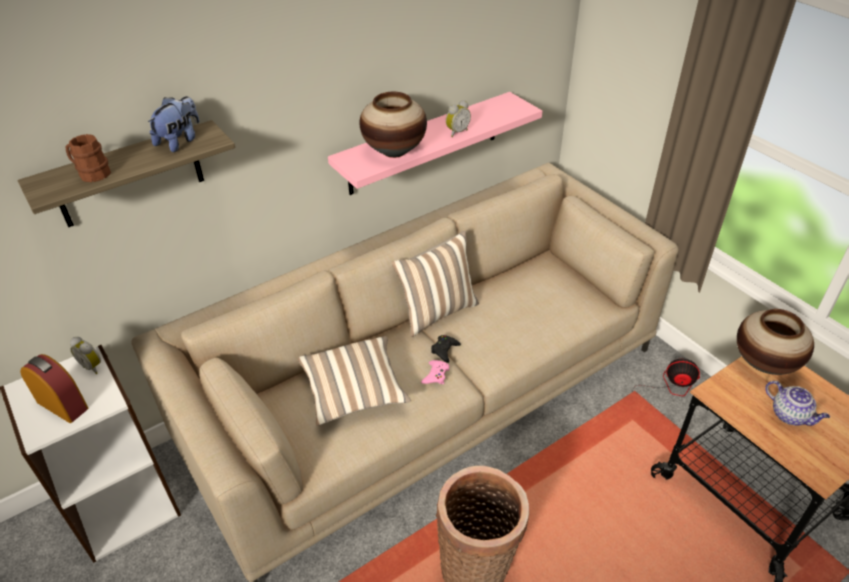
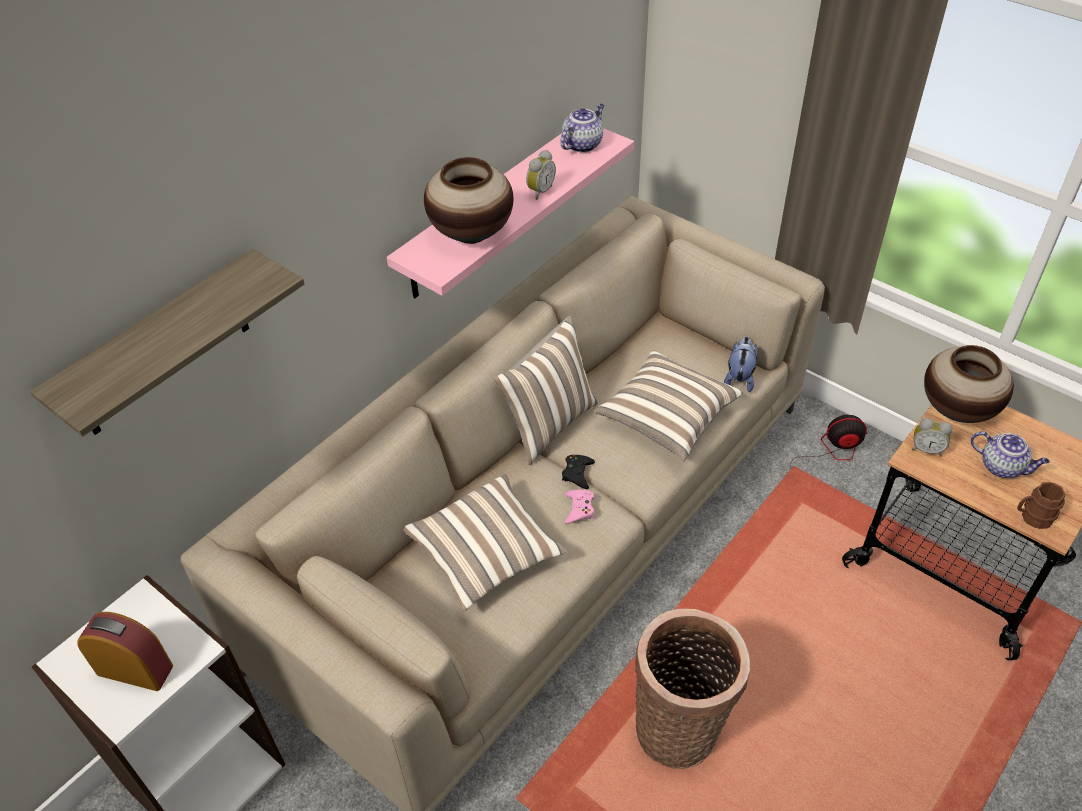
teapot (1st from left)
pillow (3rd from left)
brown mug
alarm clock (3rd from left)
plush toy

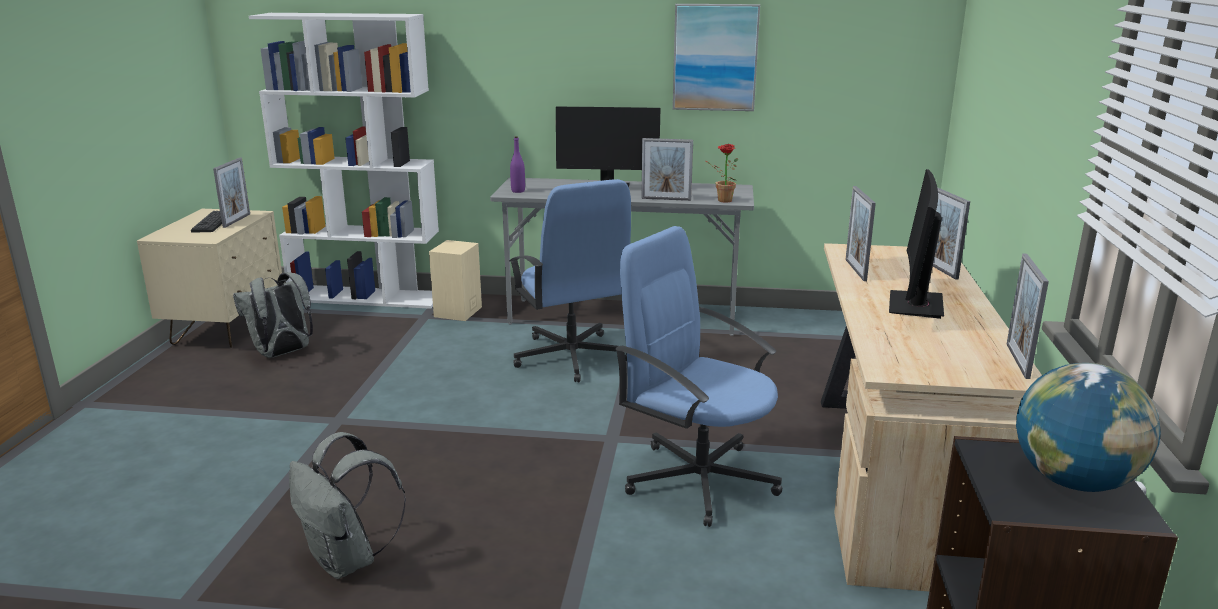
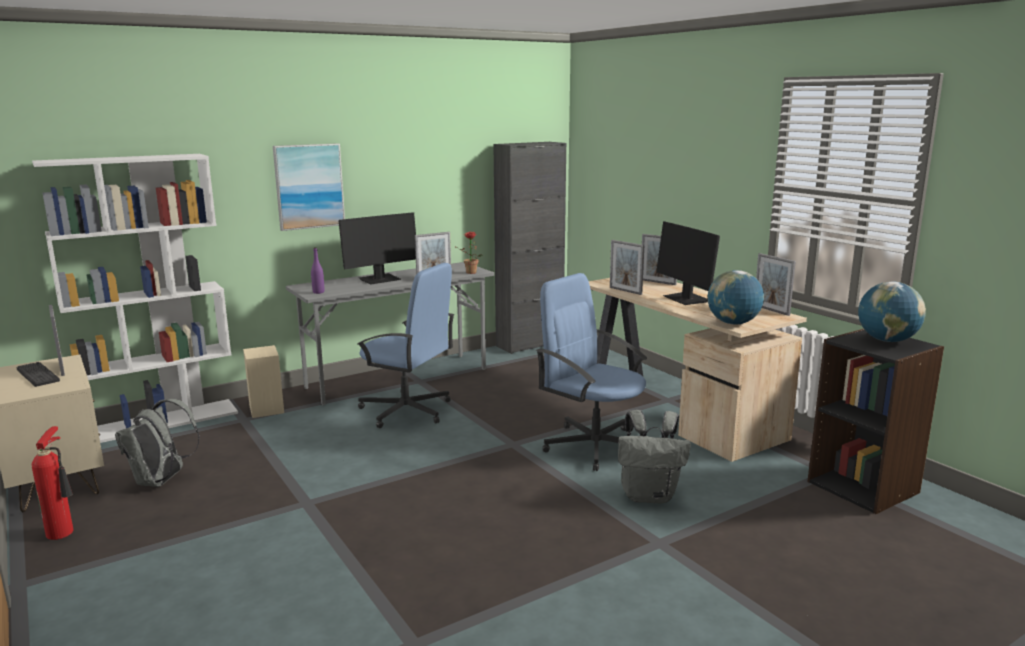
fire extinguisher
black cabinet
globe (1st from left)
grey backpack (2nd from left)
picture
blue office chair (2nd from left)

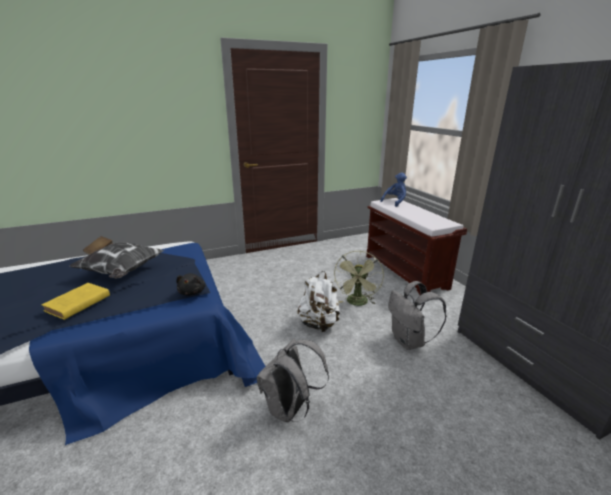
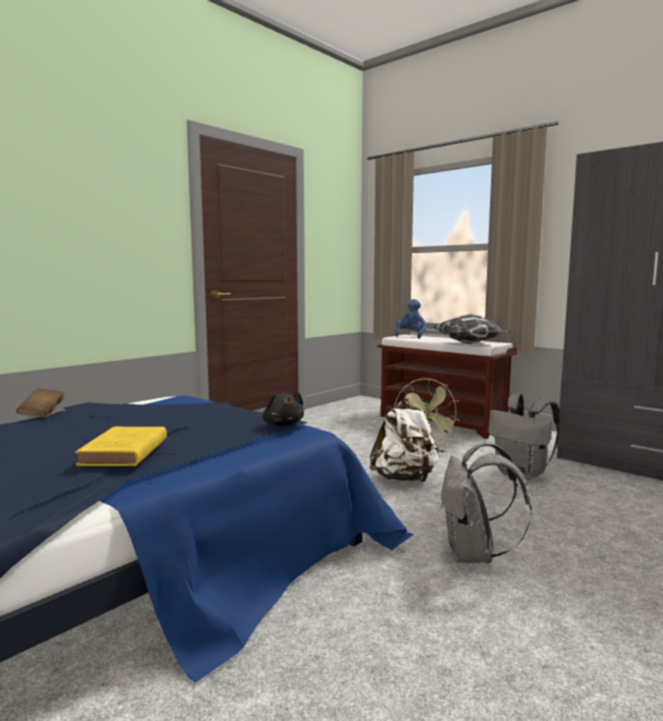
pillow

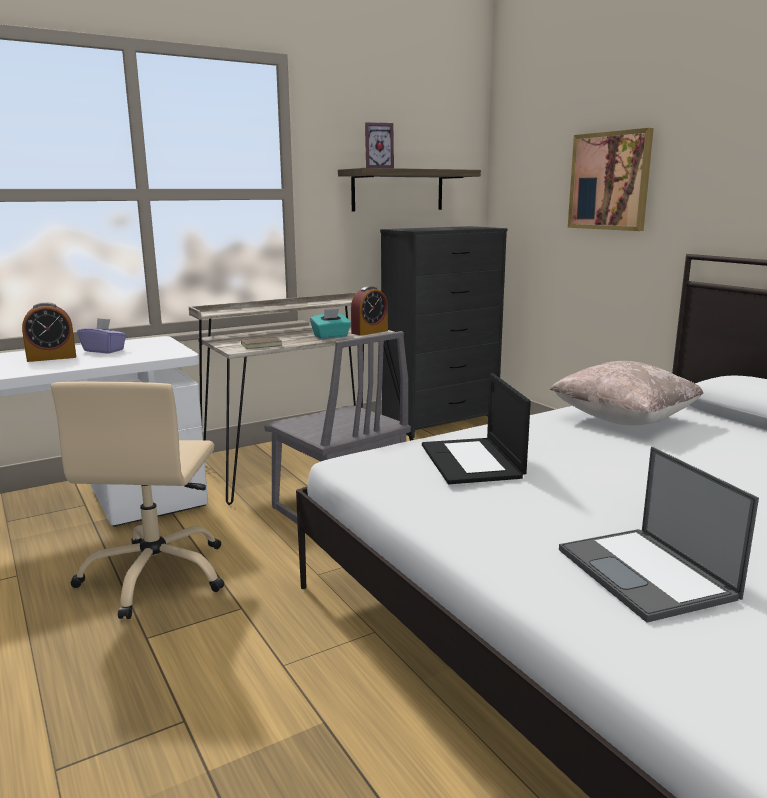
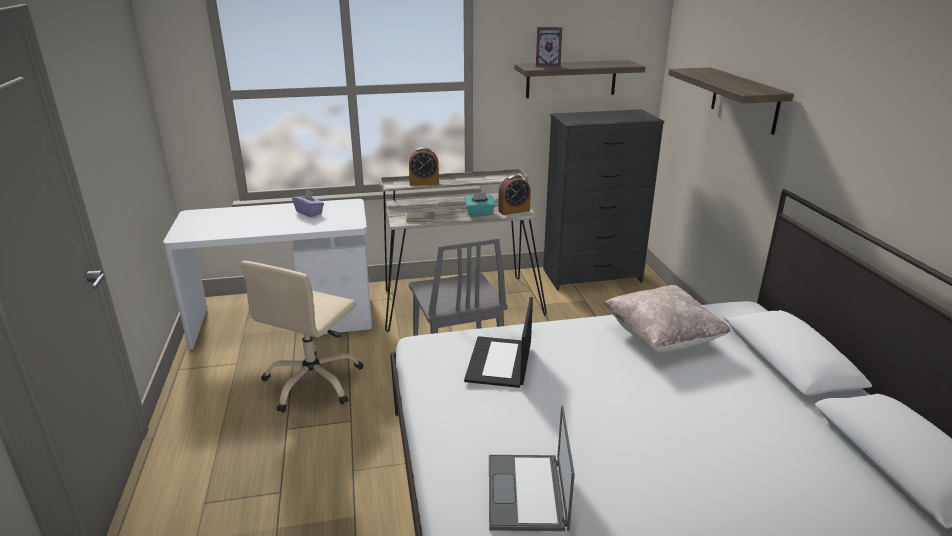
alarm clock (1st from left)
shelf (2nd from left)

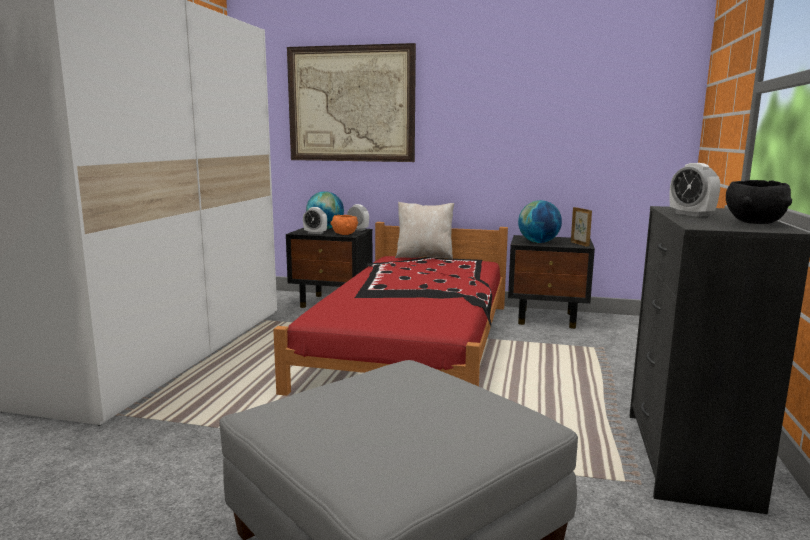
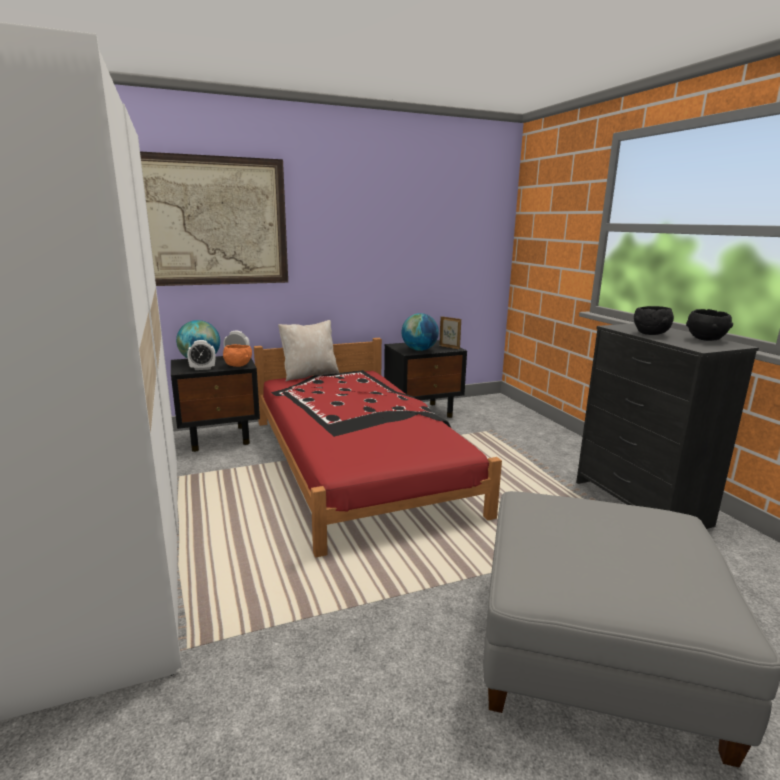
black bowl (1st from left)

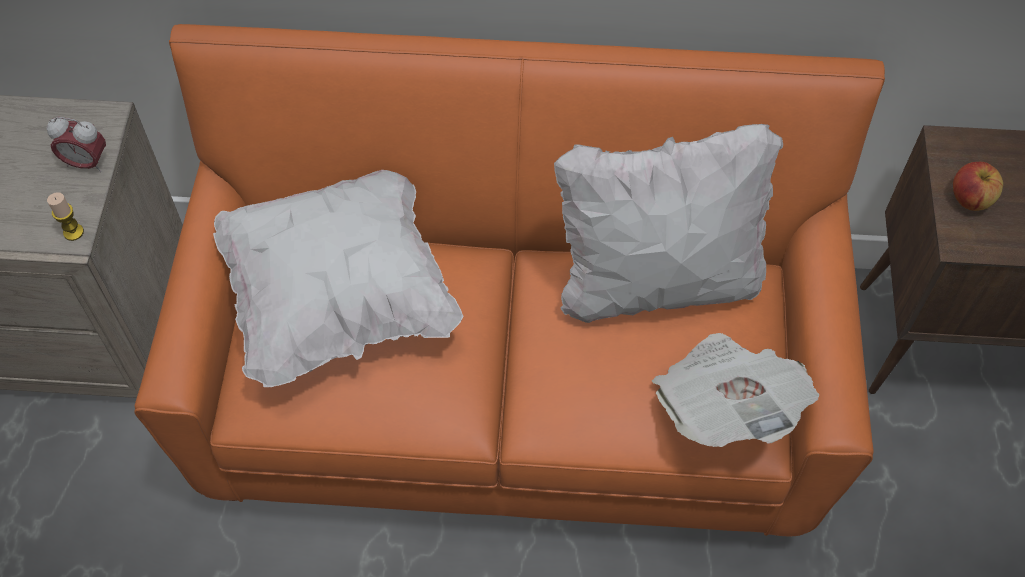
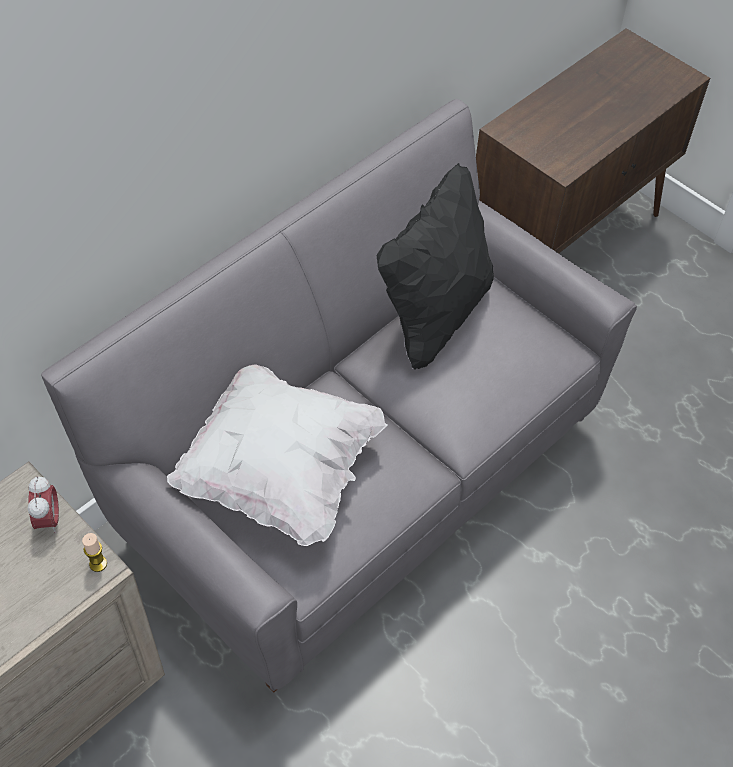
newspaper
apple
grey sofa
black pillow
alarm clock

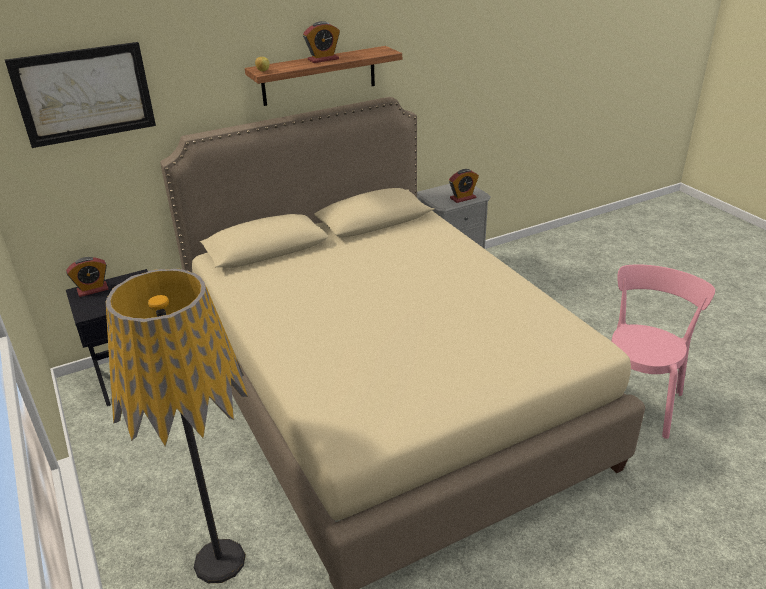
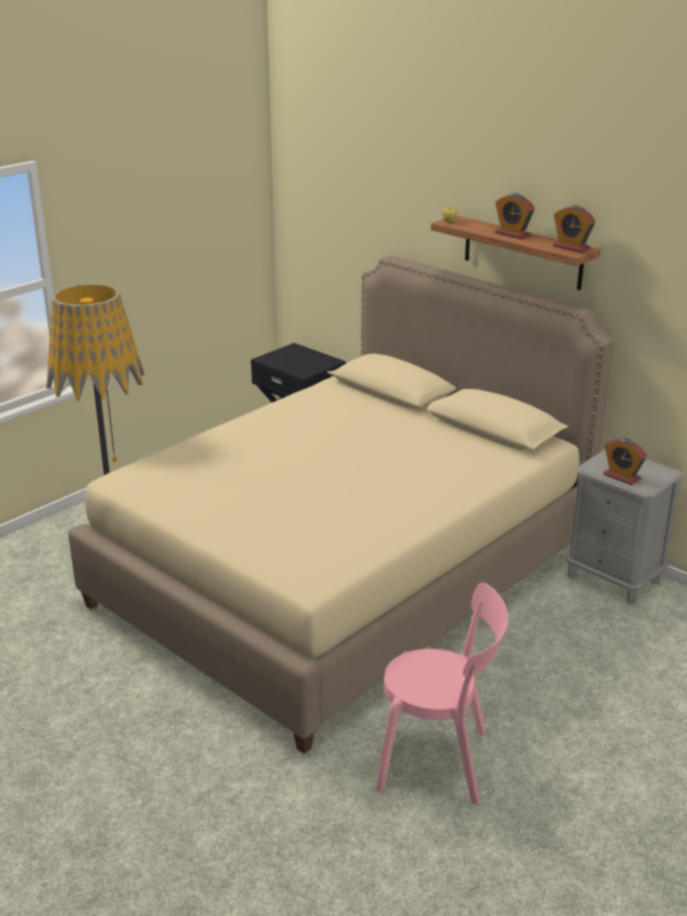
picture
alarm clock (2nd from left)

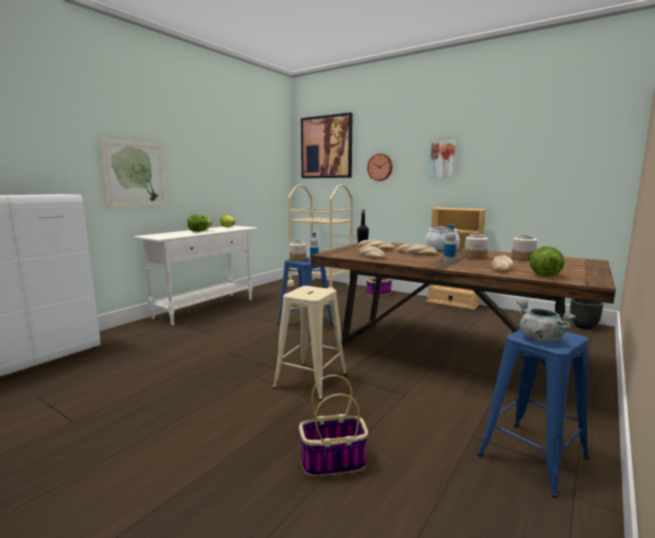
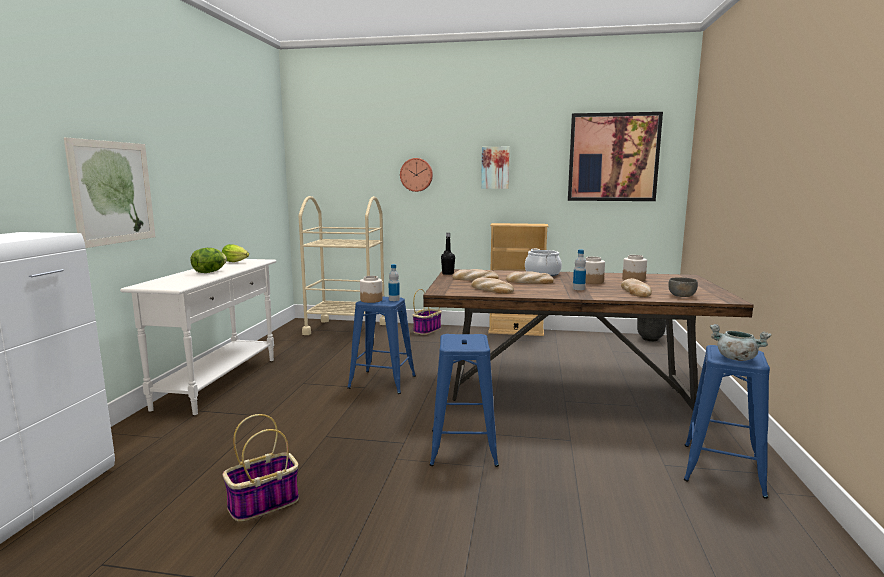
basket (1st from left)
picture (3rd from left)
grey bowl
blue stool (2nd from left)

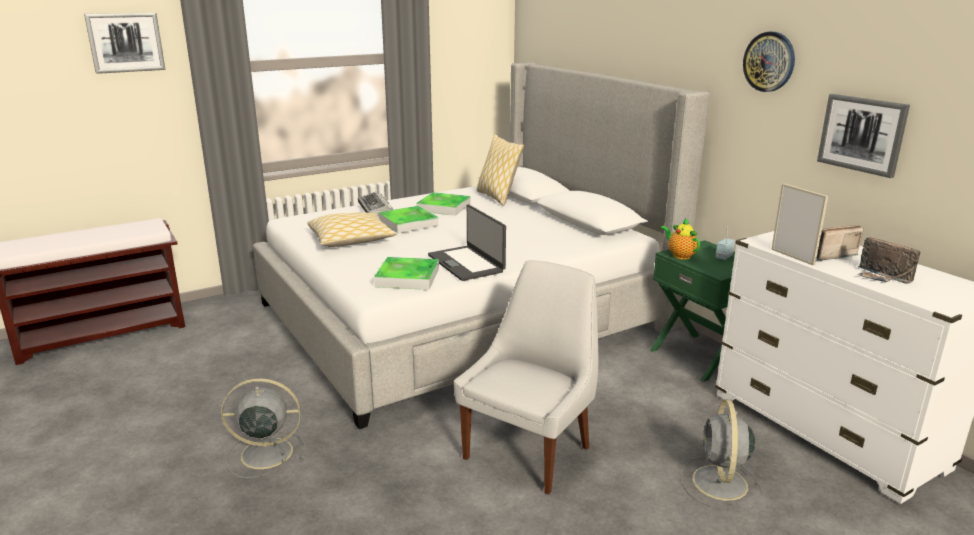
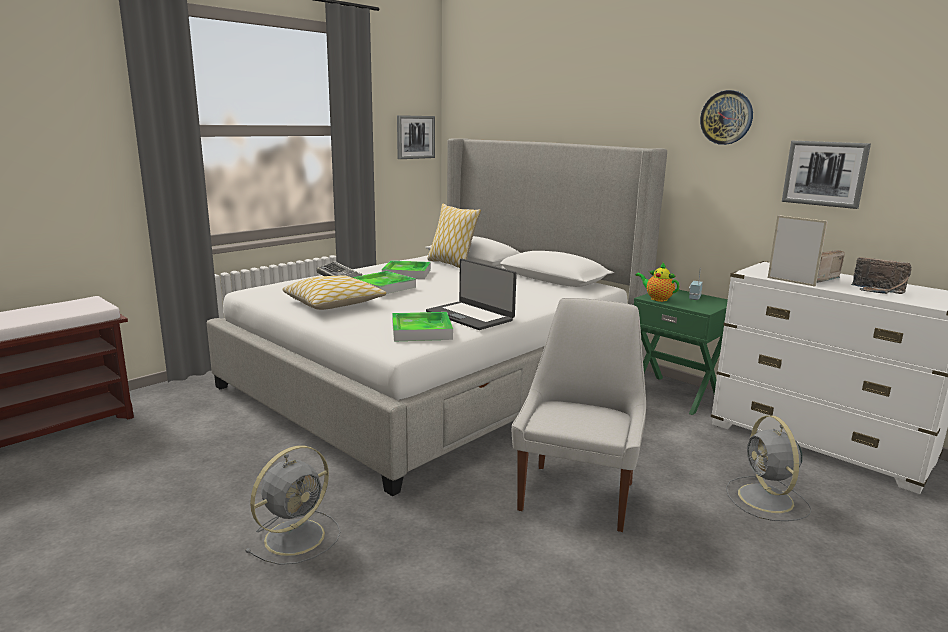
picture (1st from left)
grey fan (1st from left)

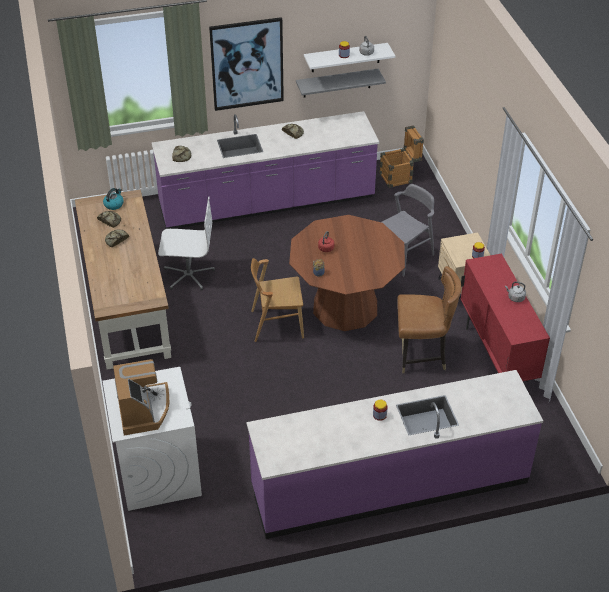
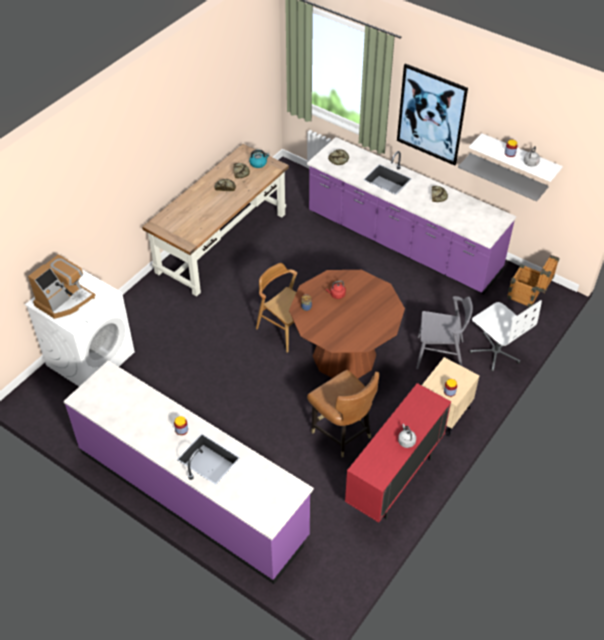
white office chair

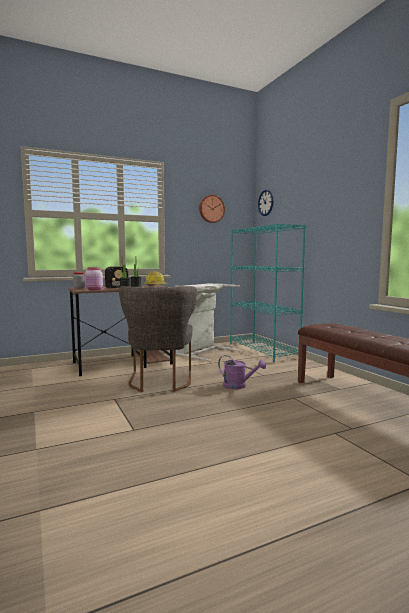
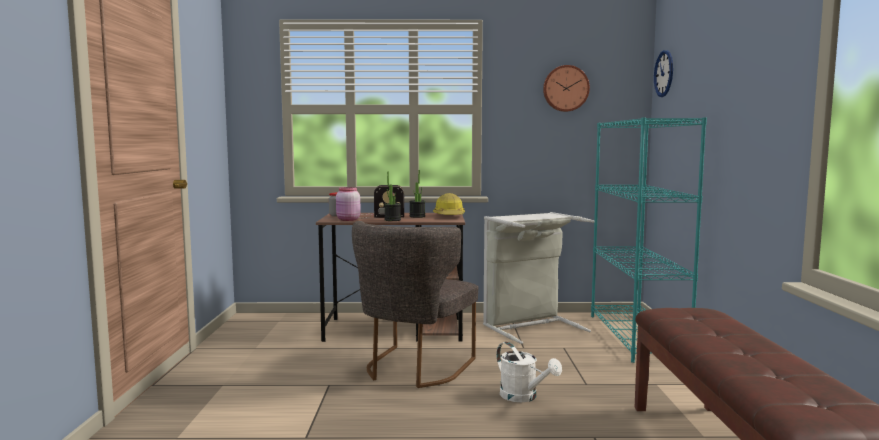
white watering can

